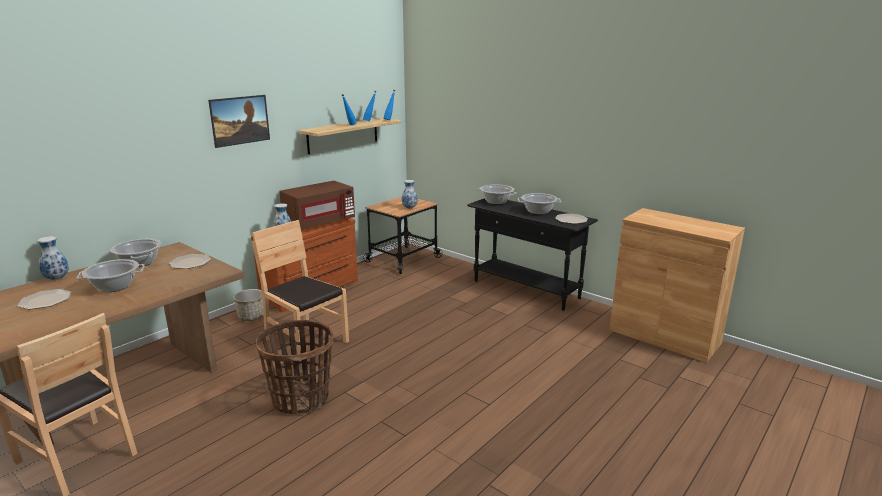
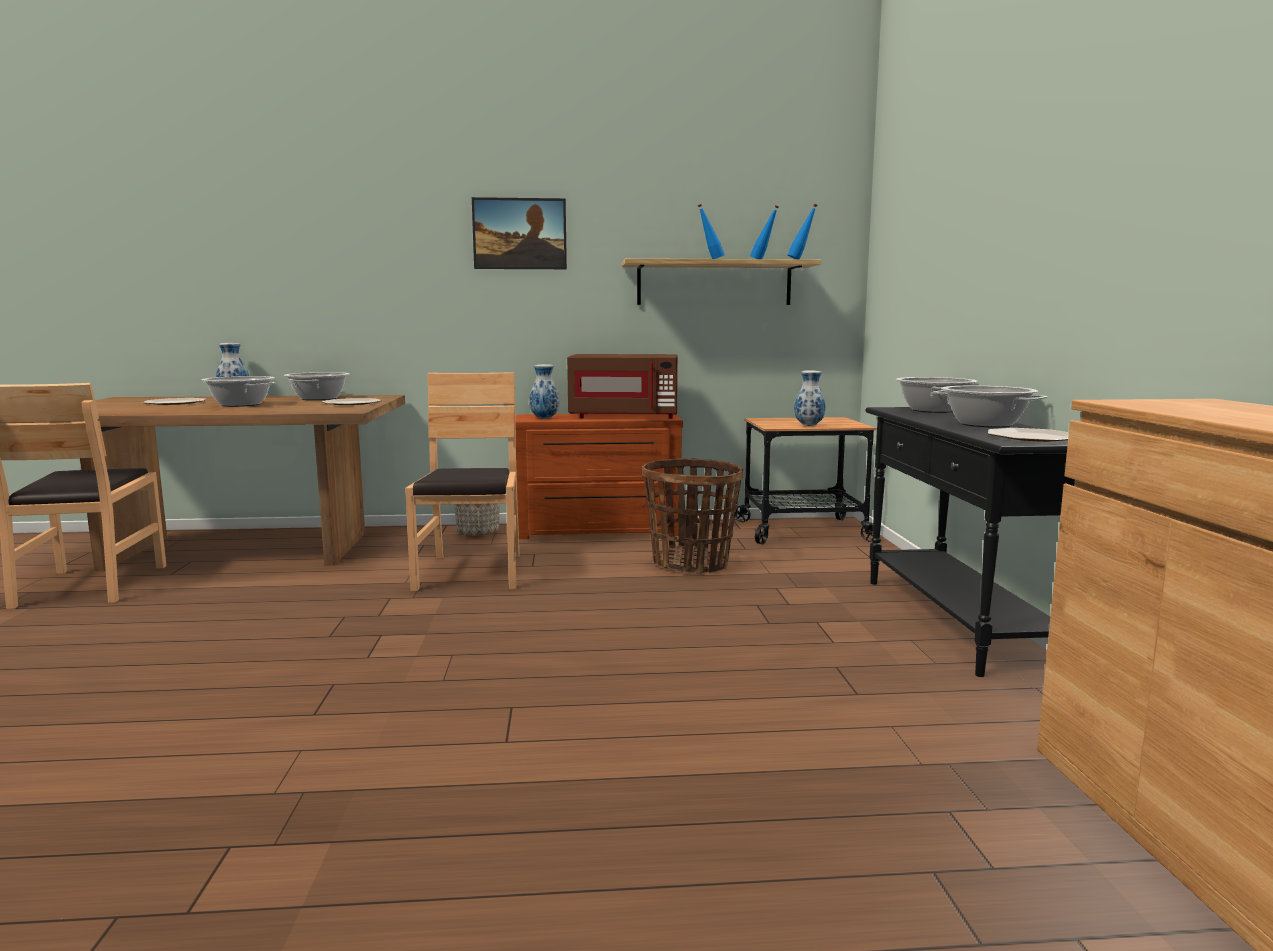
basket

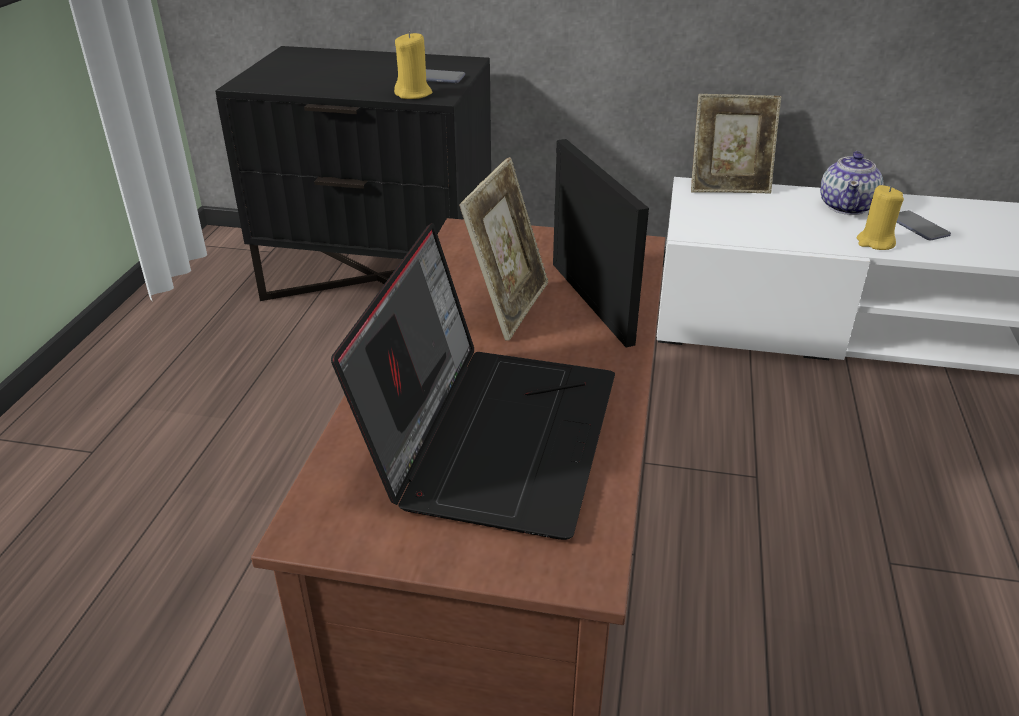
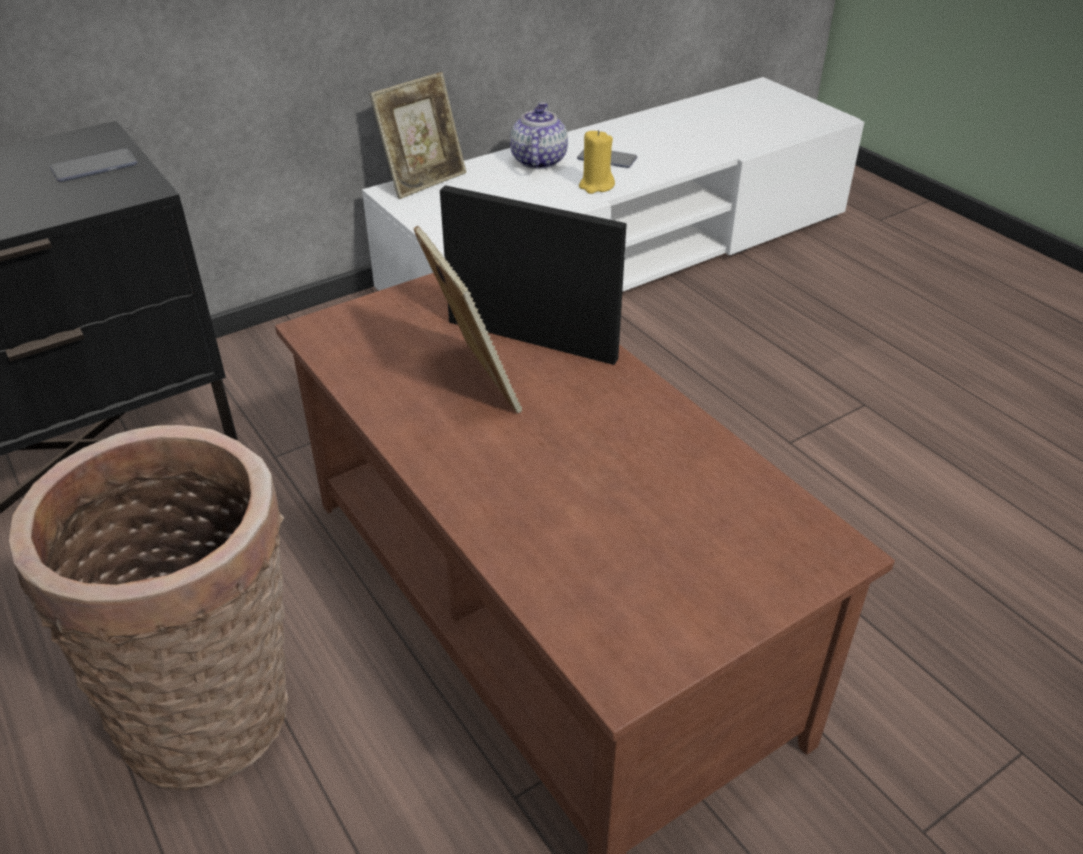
laptop
yellow candle (1st from left in the first image)
basket
teapot

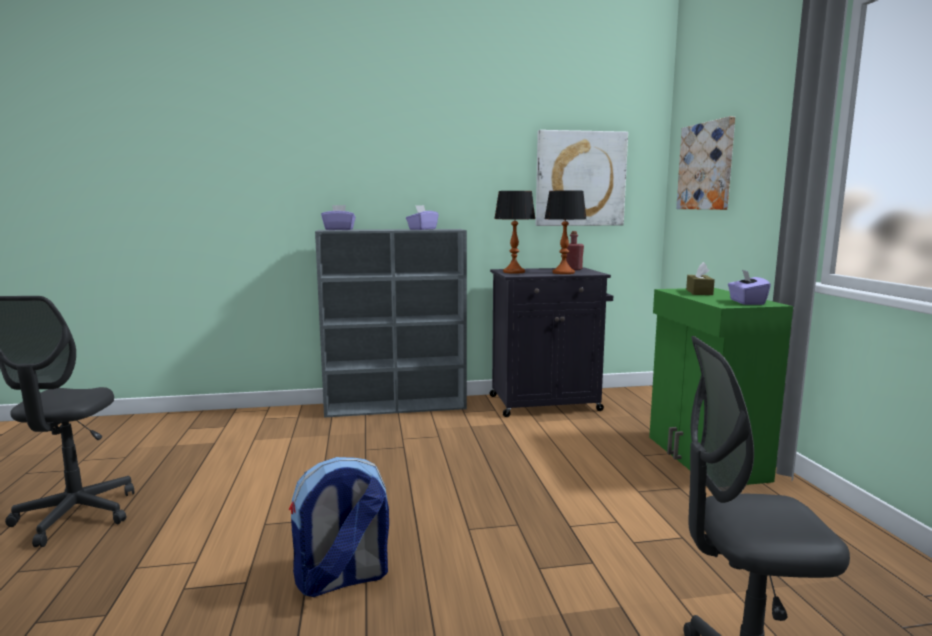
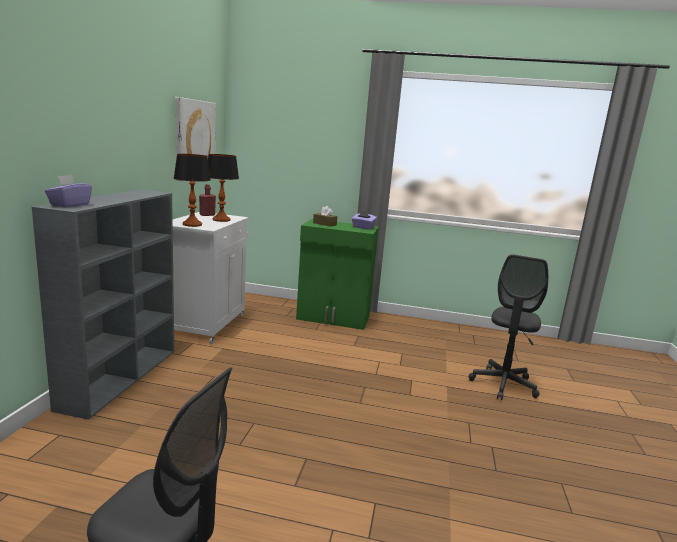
backpack
purple tissue box (2nd from left in the first image)
picture (2nd from left in the first image)
white cabinet

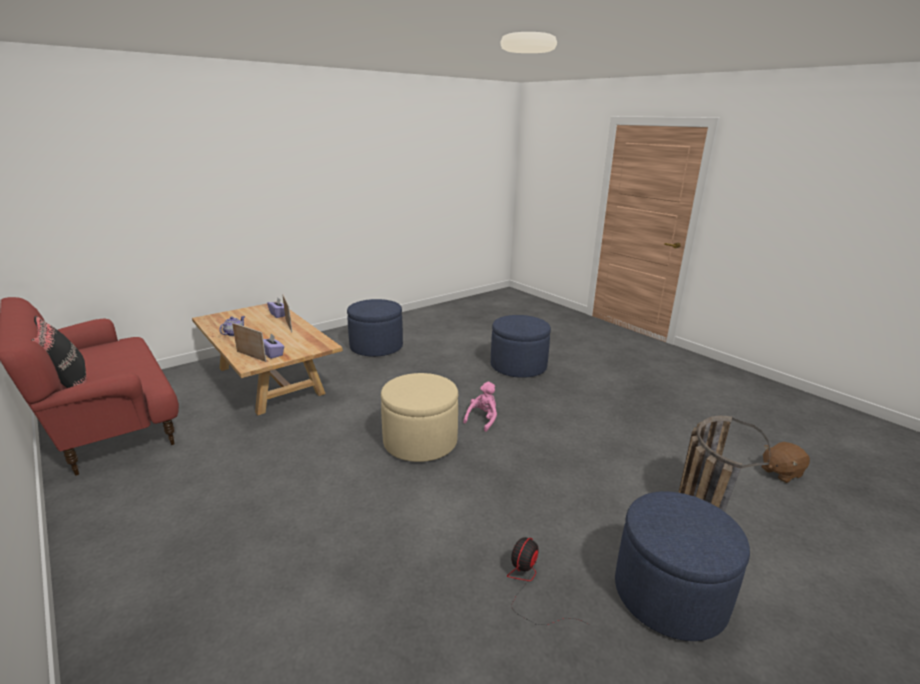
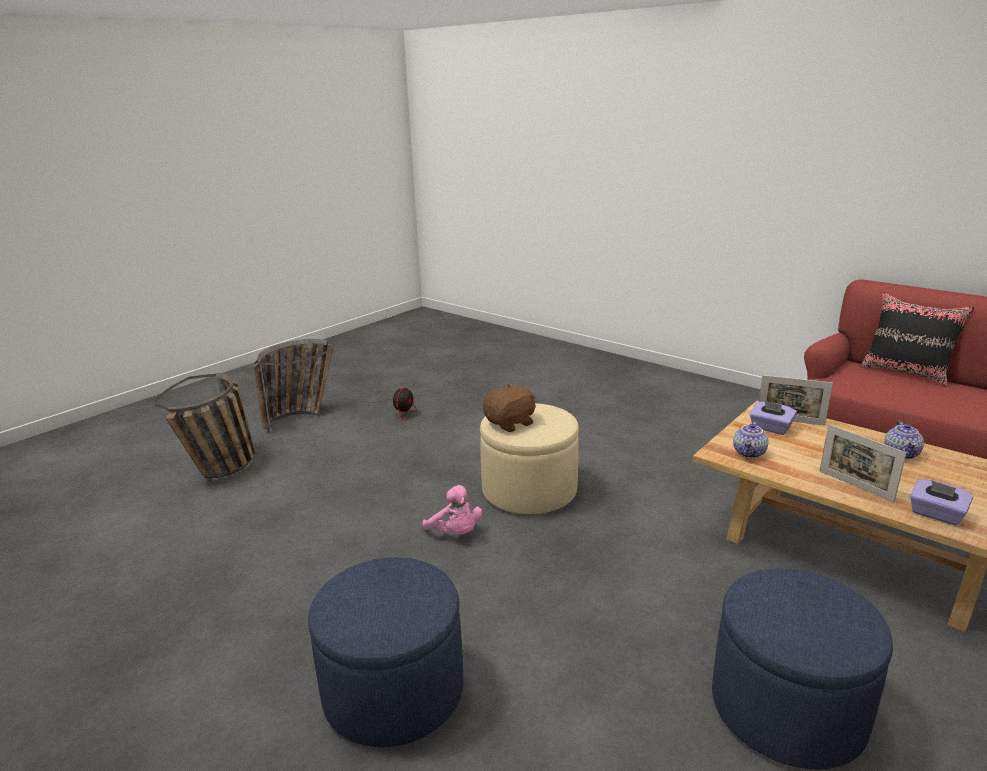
teapot (1st from left)
brown plush toy
basket (2nd from left)
pink plush toy

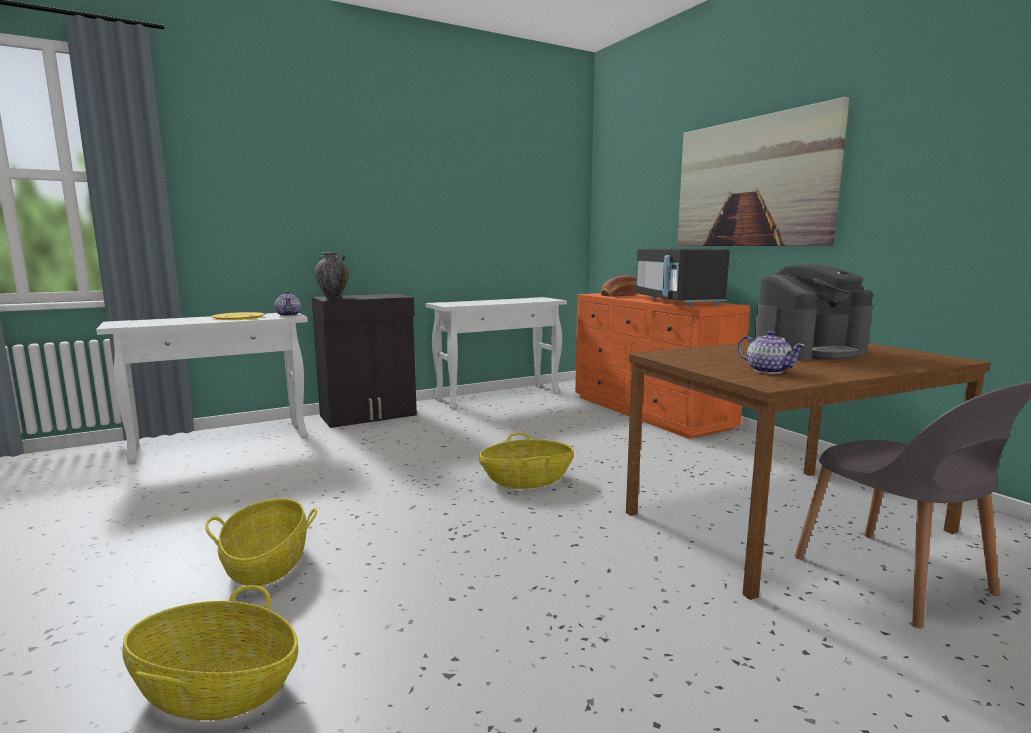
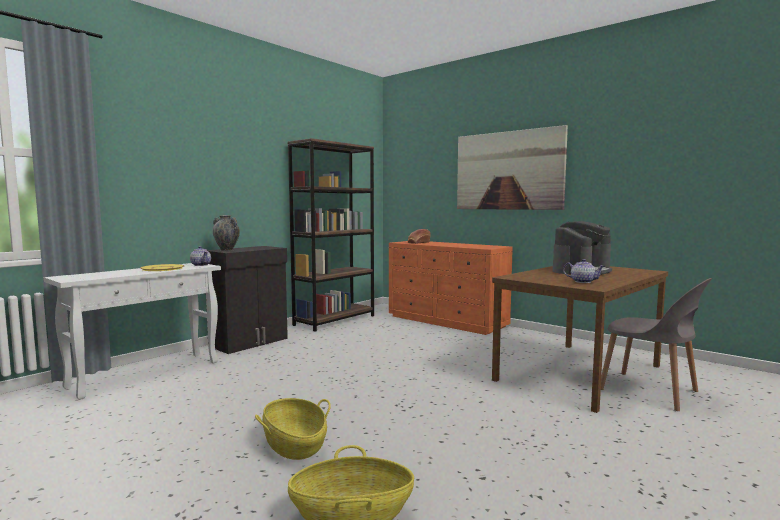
basket (3rd from left in the first image)
black microwave
brown bookcase

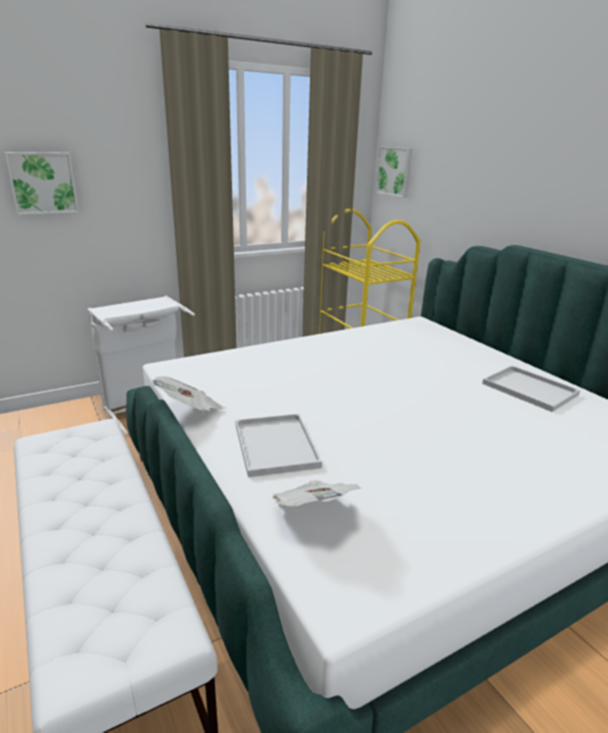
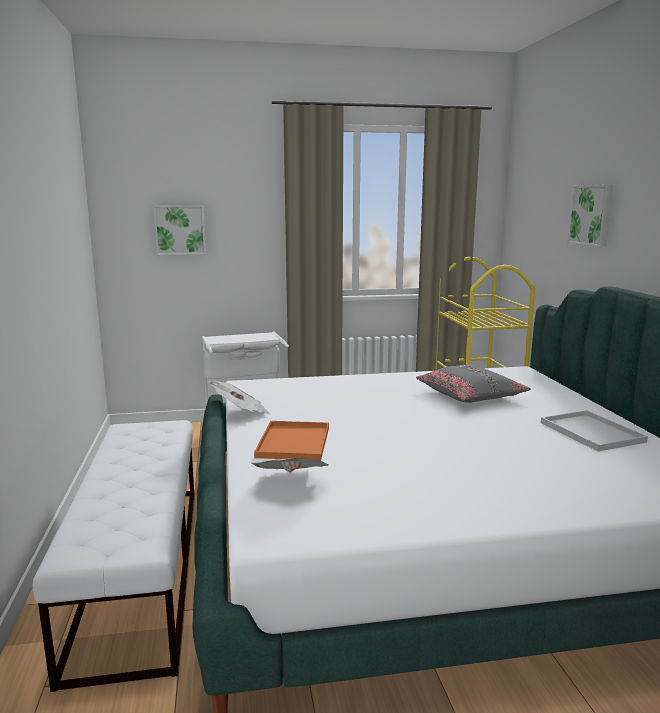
grey pillow
picture (2nd from left)
orange tray

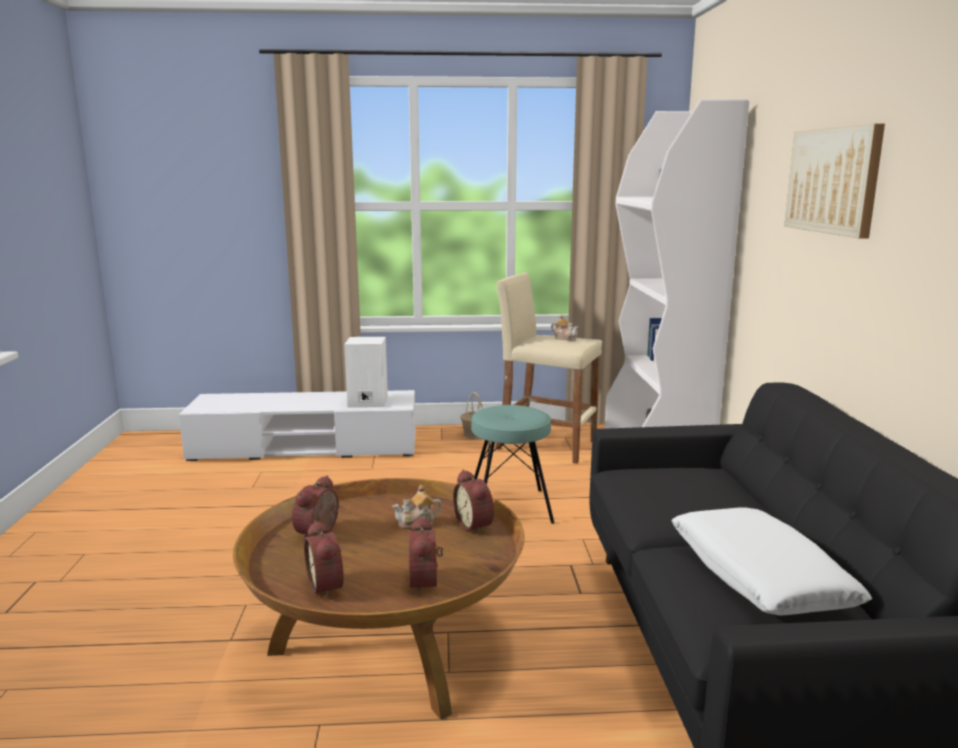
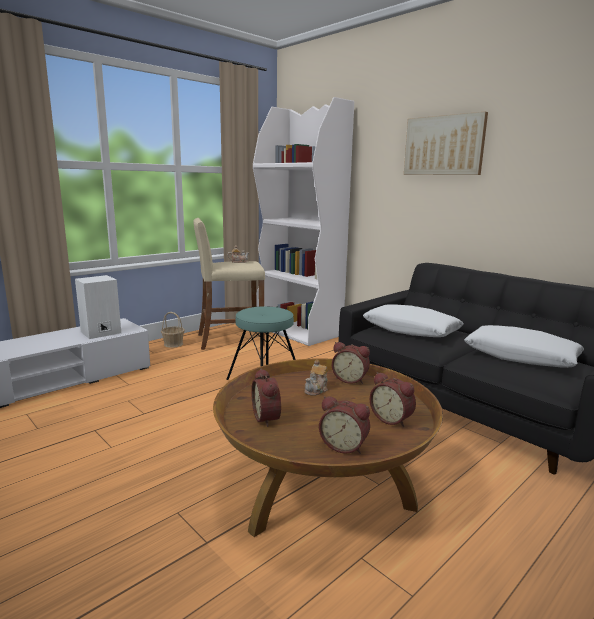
white pillow (1st from left)

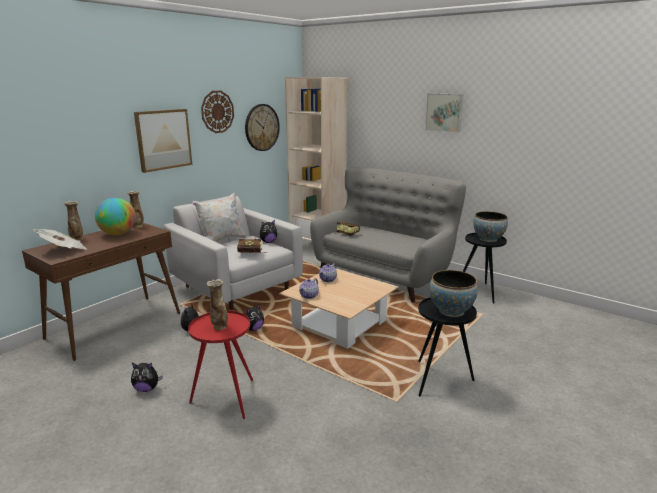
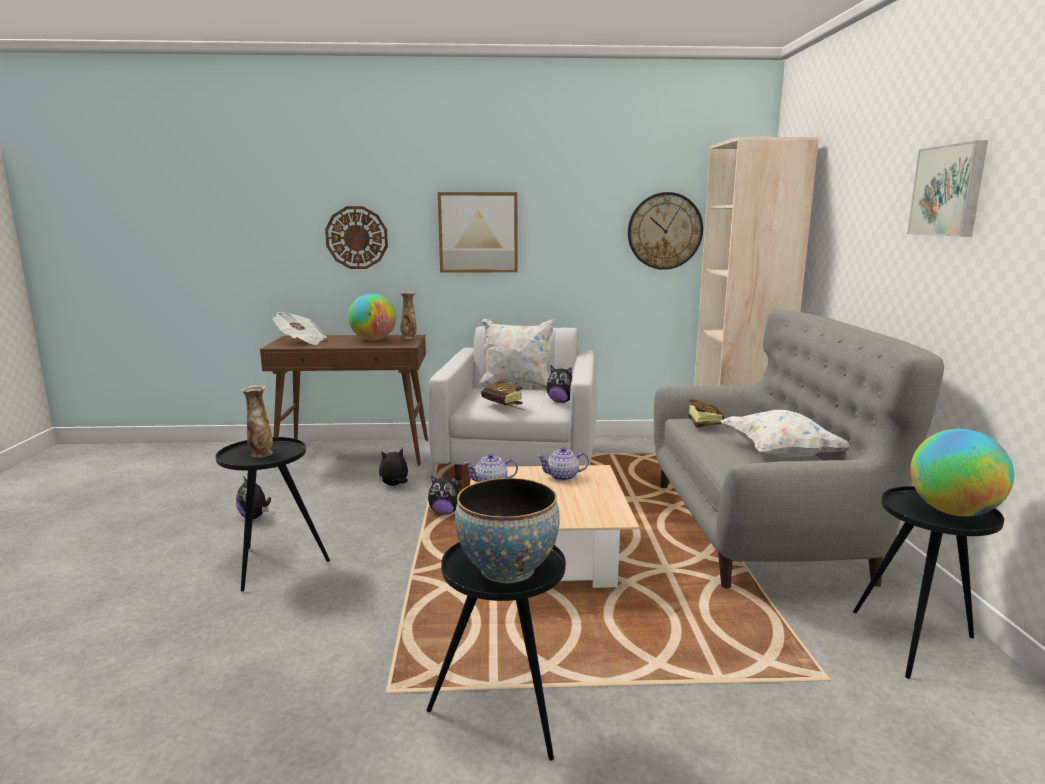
vase (1st from left in the first image)
white pillow (2nd from left)
wall clock (1st from left)
globe (2nd from left)
black side table (1st from left)

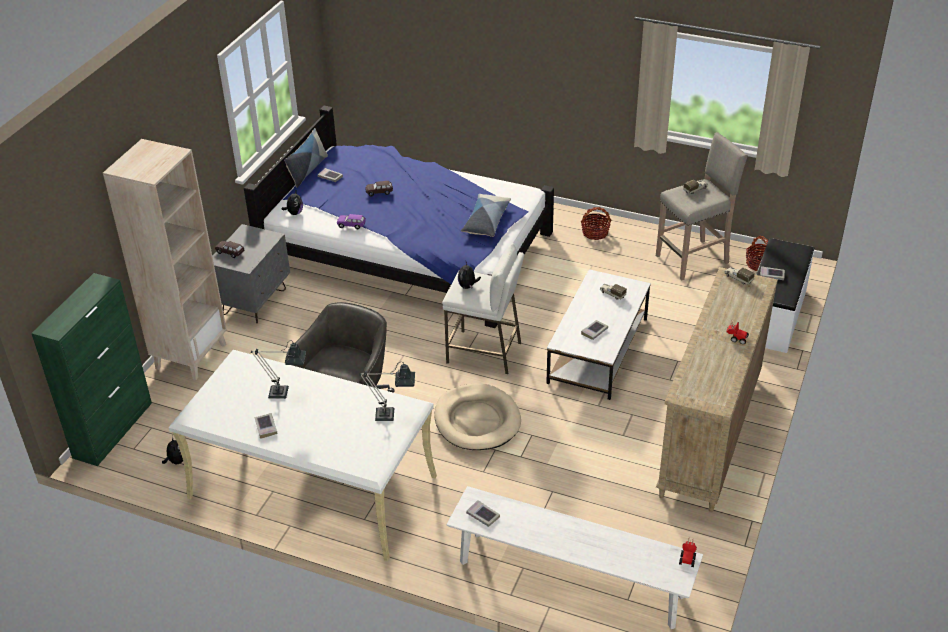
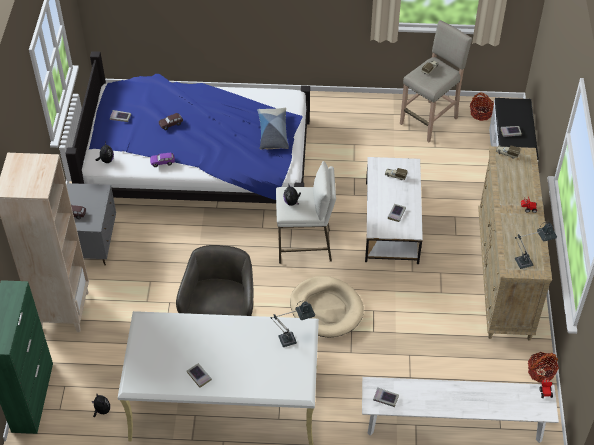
pillow (1st from left in the first image)
table lamp (2nd from left)
basket (2nd from left)

